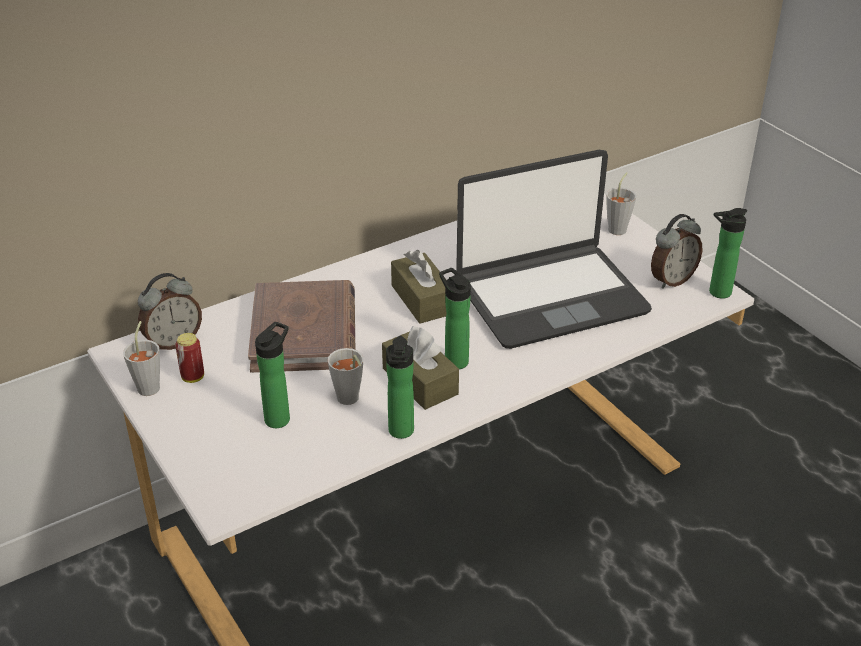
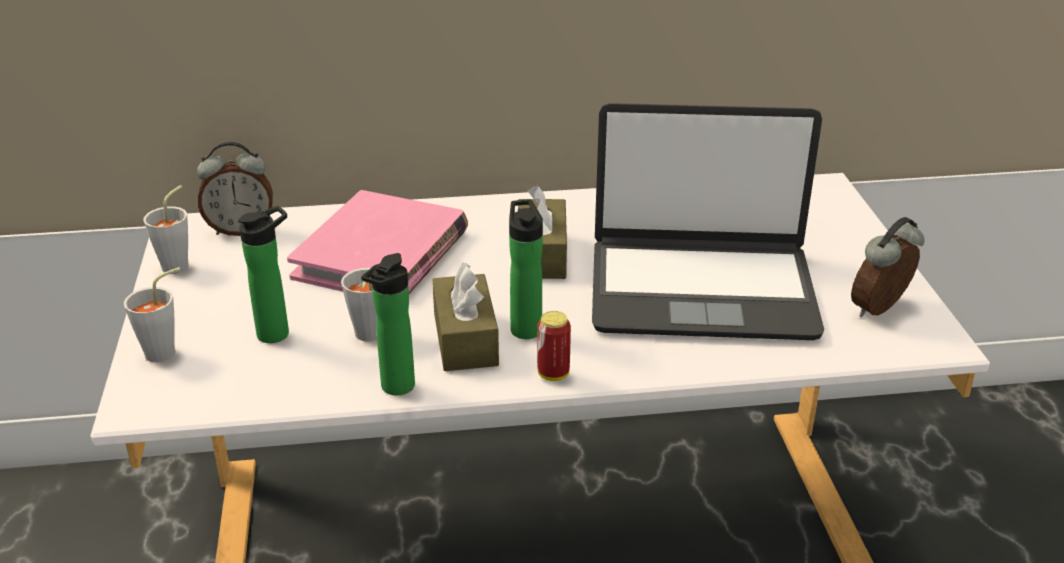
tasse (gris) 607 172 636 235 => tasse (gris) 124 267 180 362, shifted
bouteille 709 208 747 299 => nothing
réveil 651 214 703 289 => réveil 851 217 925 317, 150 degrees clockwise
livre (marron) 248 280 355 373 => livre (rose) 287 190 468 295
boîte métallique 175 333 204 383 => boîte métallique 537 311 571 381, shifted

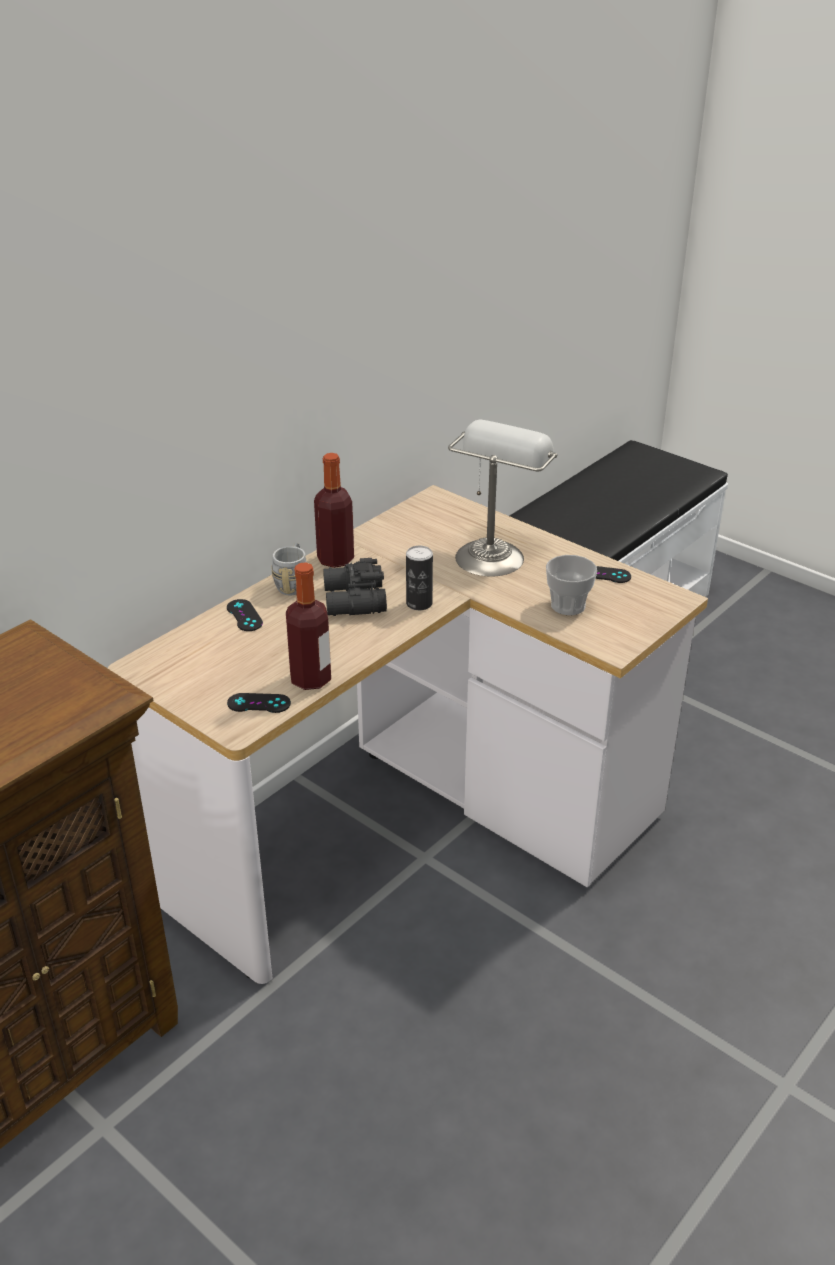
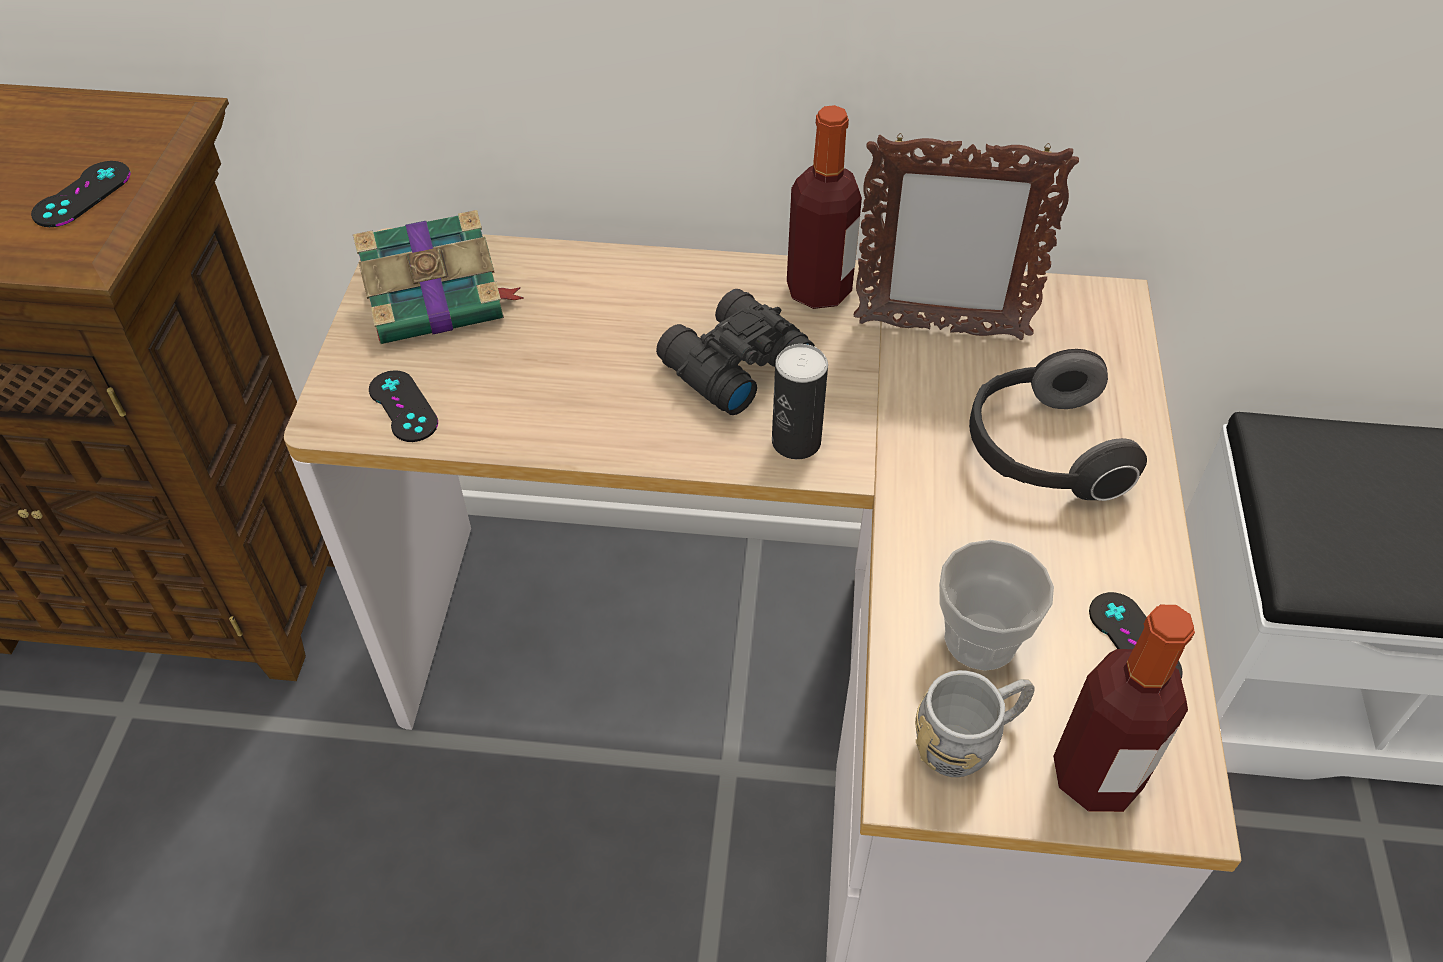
lampe de table (blanc) 448 419 557 577 => casque audio 969 349 1147 501
mug (gris) 271 543 307 595 => mug (gris) 915 670 1034 777, shifted
bouteille 286 562 331 690 => bouteille 1053 605 1195 812, shifted
manette (noir) 227 599 263 631 => manette (noir) 31 161 131 227, shifted
nothing => cadre photo 854 133 1079 340
nothing => livre 353 210 524 344

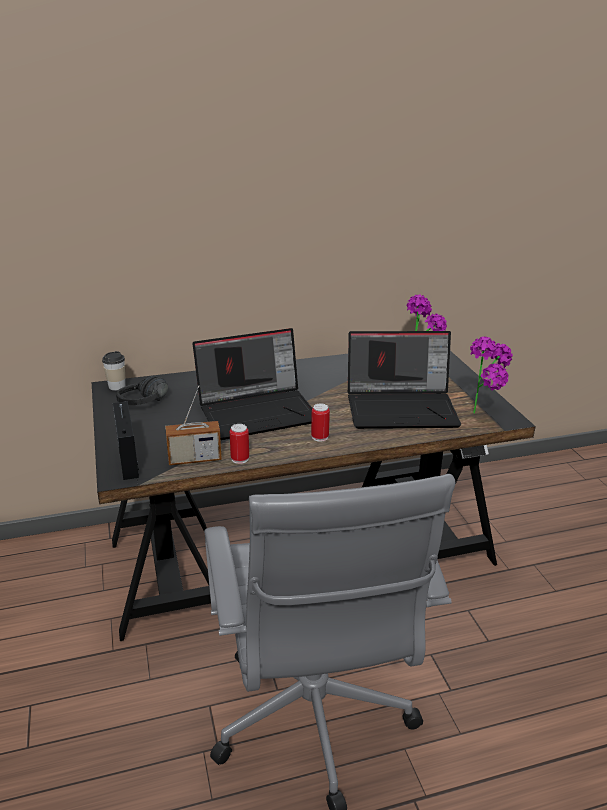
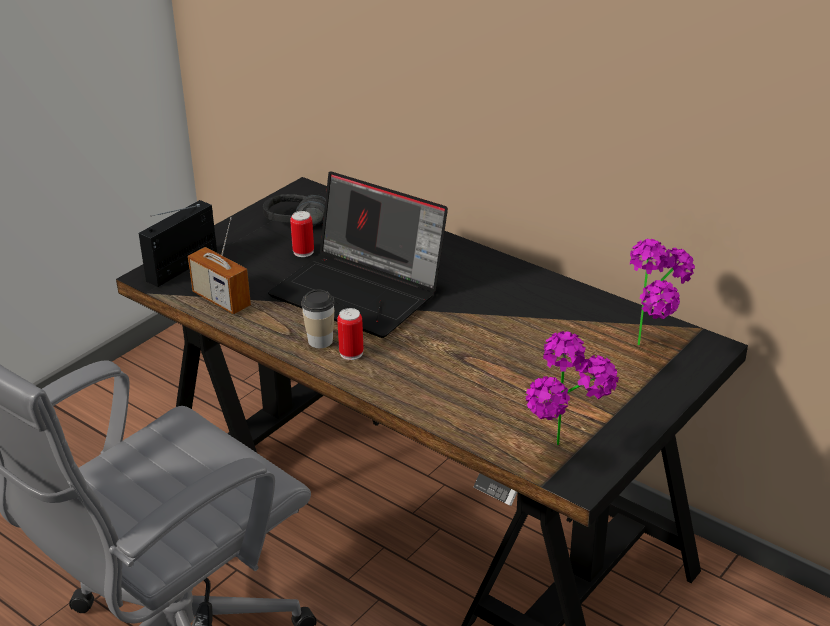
ordinateur portable 348 331 461 429 => nothing
tasse 102 351 125 391 => tasse 301 290 335 348, shifted
boîte métallique 230 424 249 464 => boîte métallique 290 211 314 257, shifted

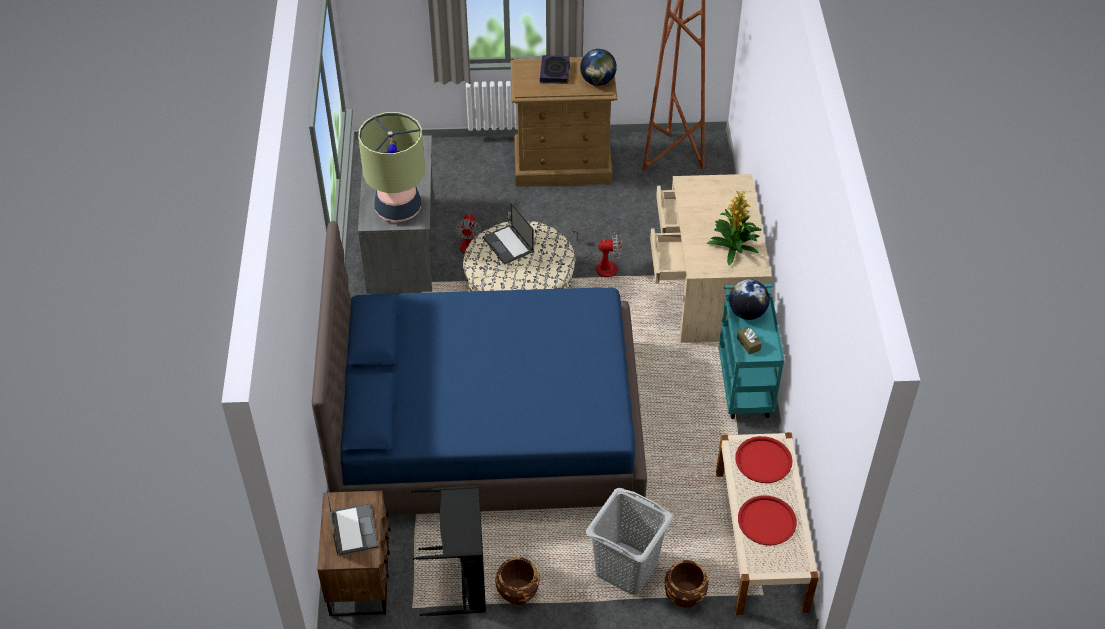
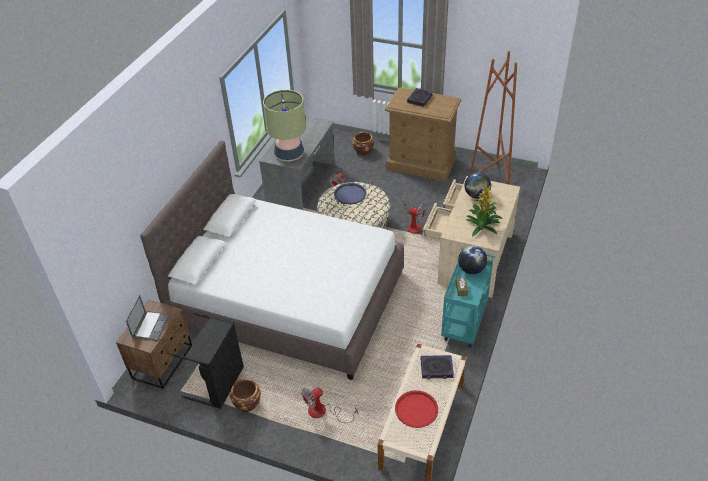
globe 580 49 617 86 => globe 464 172 491 199, shifted
ordinateur portable 483 203 534 265 => plateau (bleu) 334 183 366 204
lit (bleu) 312 221 647 515 => lit (blanc) 140 140 404 380
plateau (rouge) 735 436 792 483 => livre 421 355 454 379
panier à linge (gris) 586 488 673 595 => ventilateur 301 387 358 423
cache-pot (marron) 665 560 709 608 => cache-pot (marron) 352 132 374 156, shifted

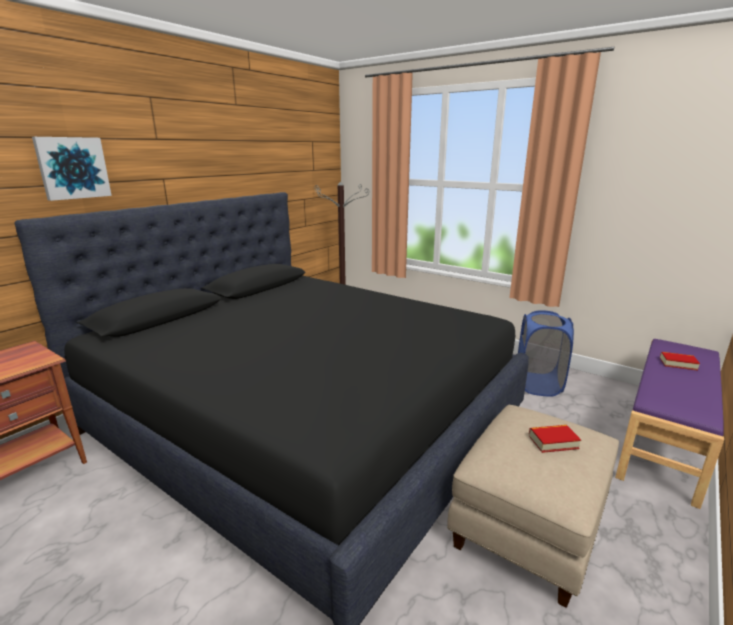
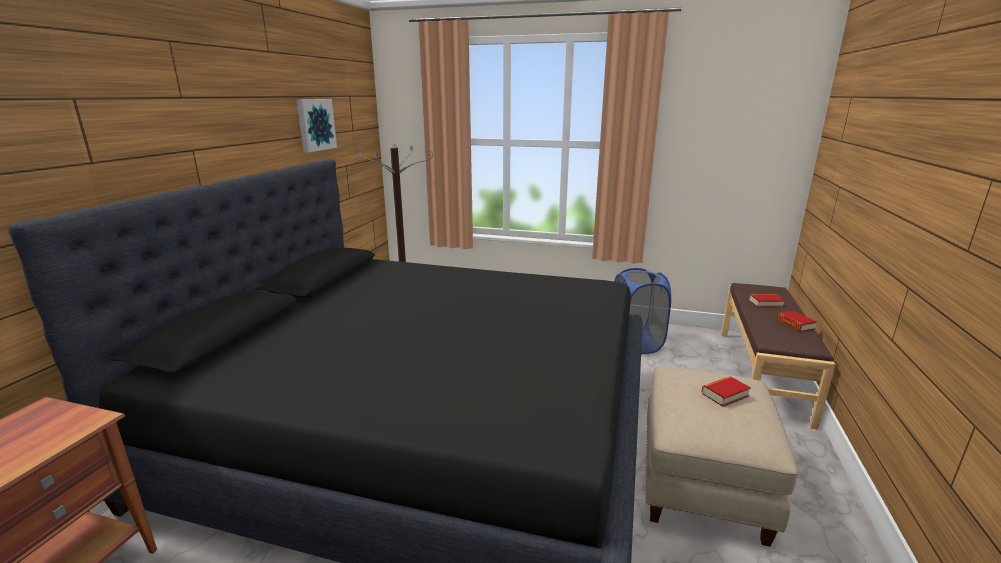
tableau 32 137 112 201 => tableau 297 99 337 152, shifted
banc (violet) 615 339 724 509 => banc (marron) 721 283 836 430
nothing => livre 777 311 817 331

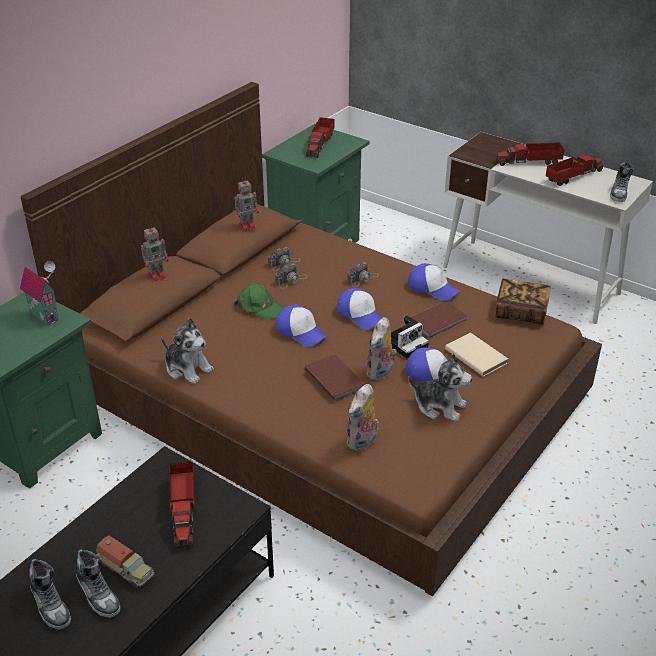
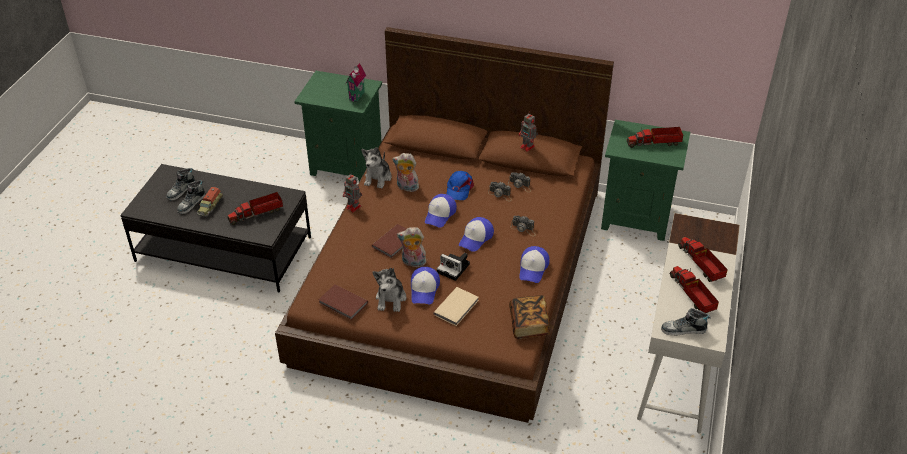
camion jouet 546 151 603 186 => camion jouet 670 266 719 313, 150 degrees counterclockwise
robot jouet 141 224 168 281 => robot jouet 343 174 362 212, shifted
casquette (vert) 234 283 284 320 => casquette (bleu) 447 171 474 200
livre (marron) 410 301 467 339 => livre (marron) 318 284 368 320, shifted
peluche 346 384 379 452 => peluche 392 153 419 192, shifted

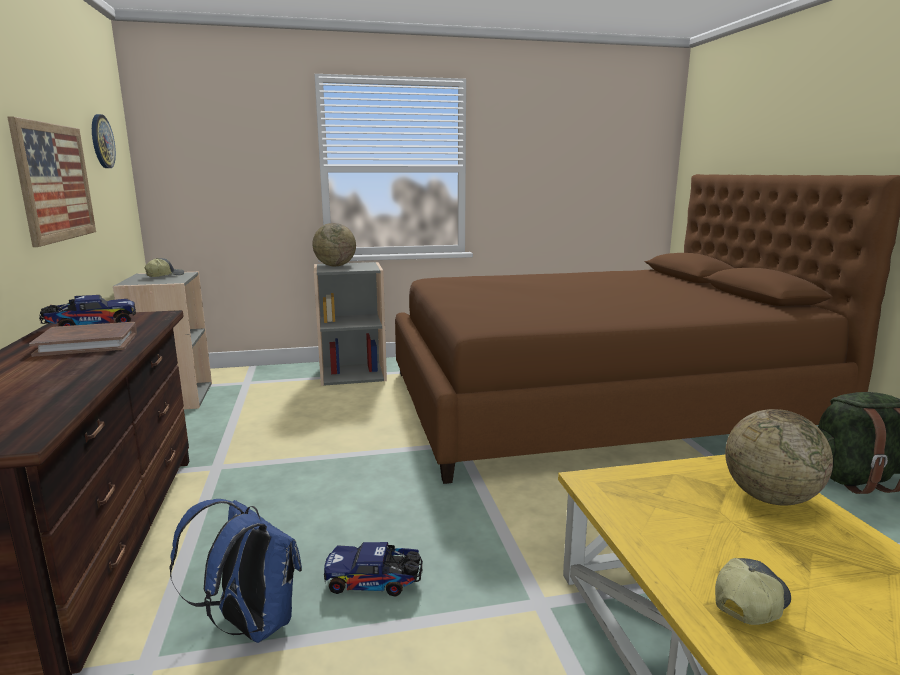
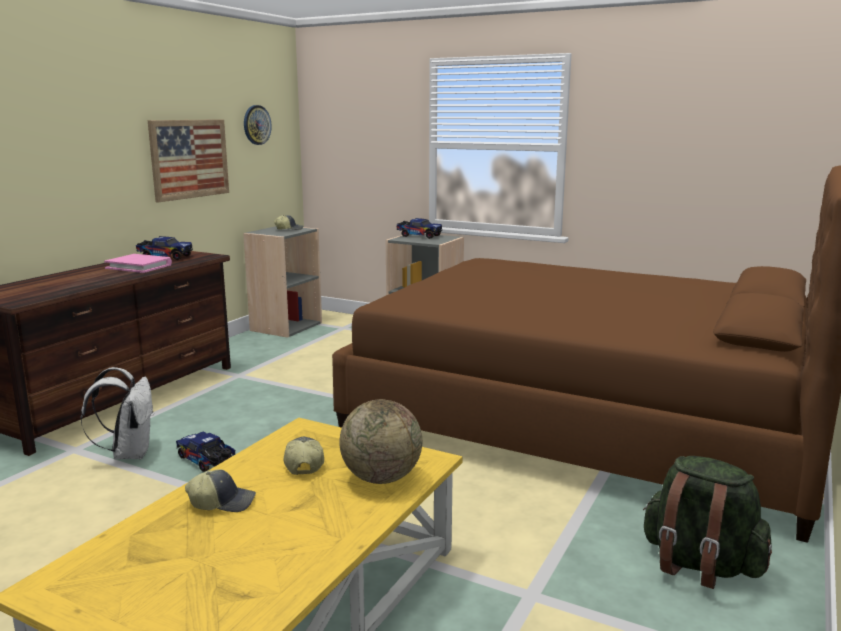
globe 312 223 356 266 => camion jouet 397 218 442 239
livre (marron) 29 322 137 357 => livre (rose) 104 254 172 273
sac à dos (bleu) 169 499 302 643 => sac à dos (blanc) 81 367 154 459
nothing => casquette 283 437 324 475

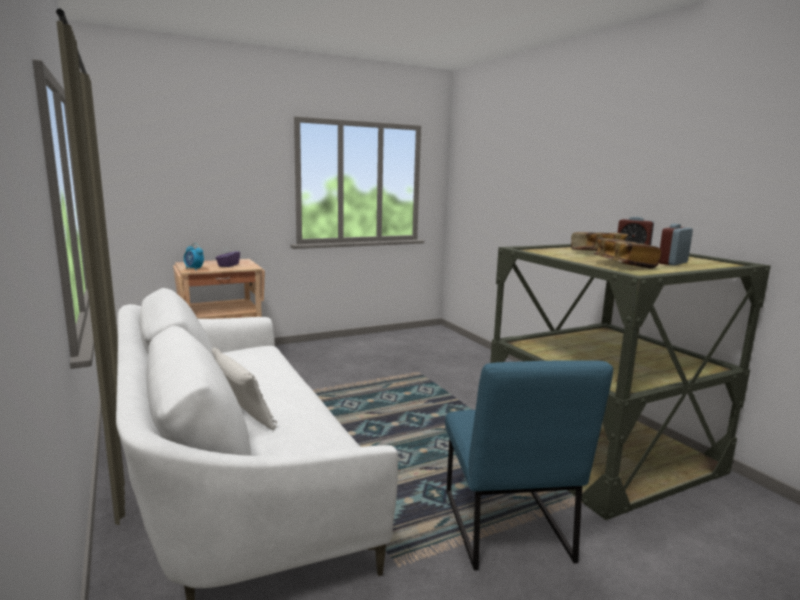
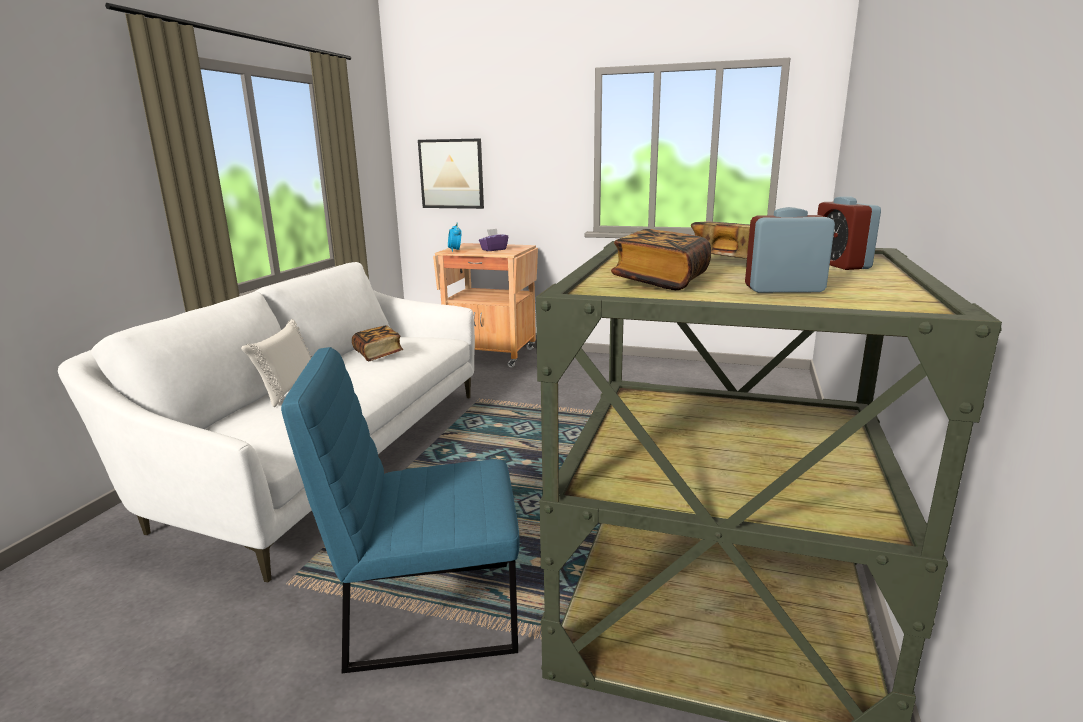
chaise (bleu) 445 360 613 571 => chaise (bleu) 281 347 520 673, 45 degrees clockwise
nothing => tableau 418 139 484 209
nothing => livre 352 326 403 361

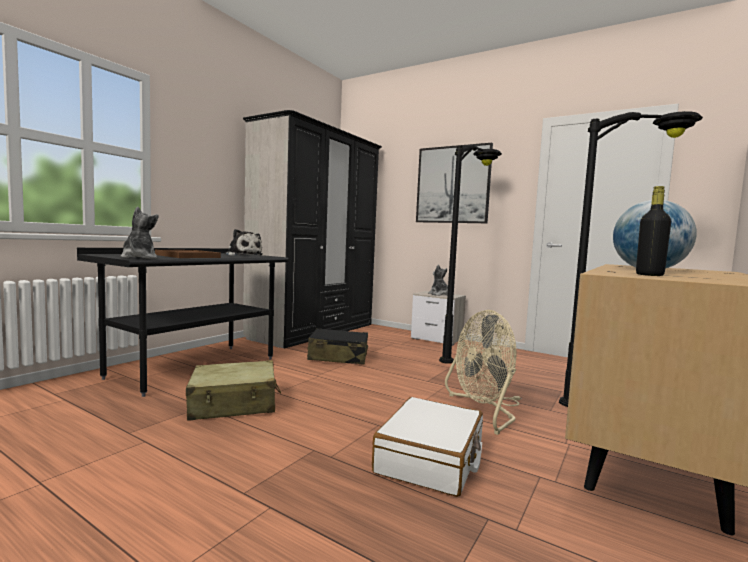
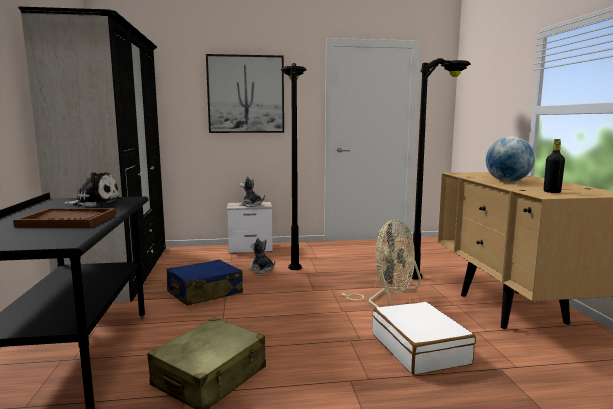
peluche 121 207 159 259 => peluche 249 238 275 274, shifted
ventilateur (beige) 445 310 522 435 => ventilateur (beige) 340 219 421 307, 90 degrees counterclockwise
valise (noir) 307 328 368 364 => valise (bleu) 167 260 243 306

